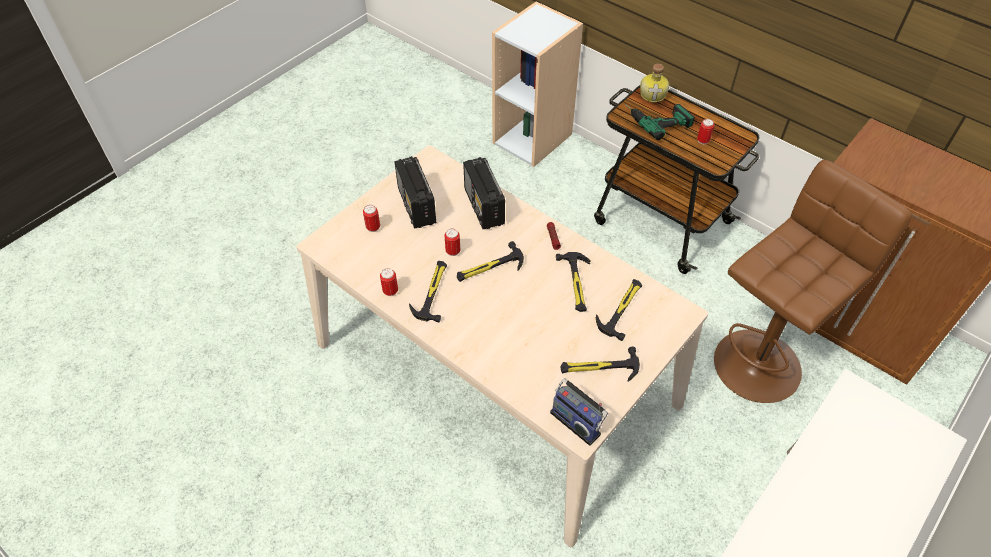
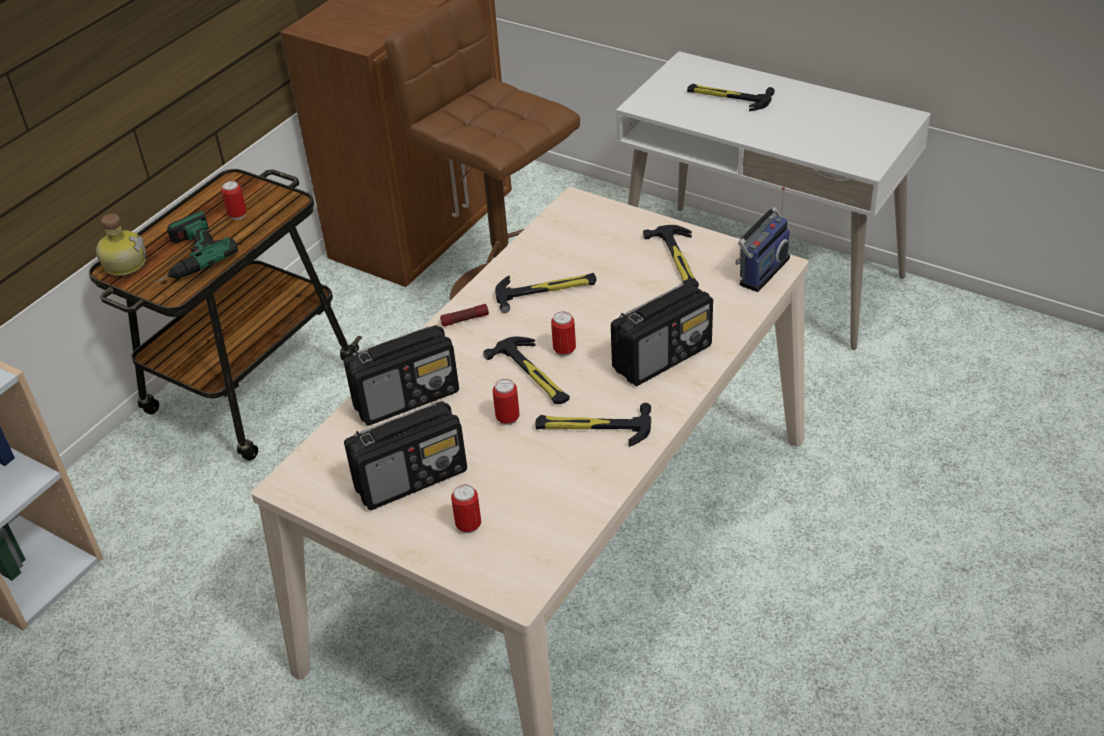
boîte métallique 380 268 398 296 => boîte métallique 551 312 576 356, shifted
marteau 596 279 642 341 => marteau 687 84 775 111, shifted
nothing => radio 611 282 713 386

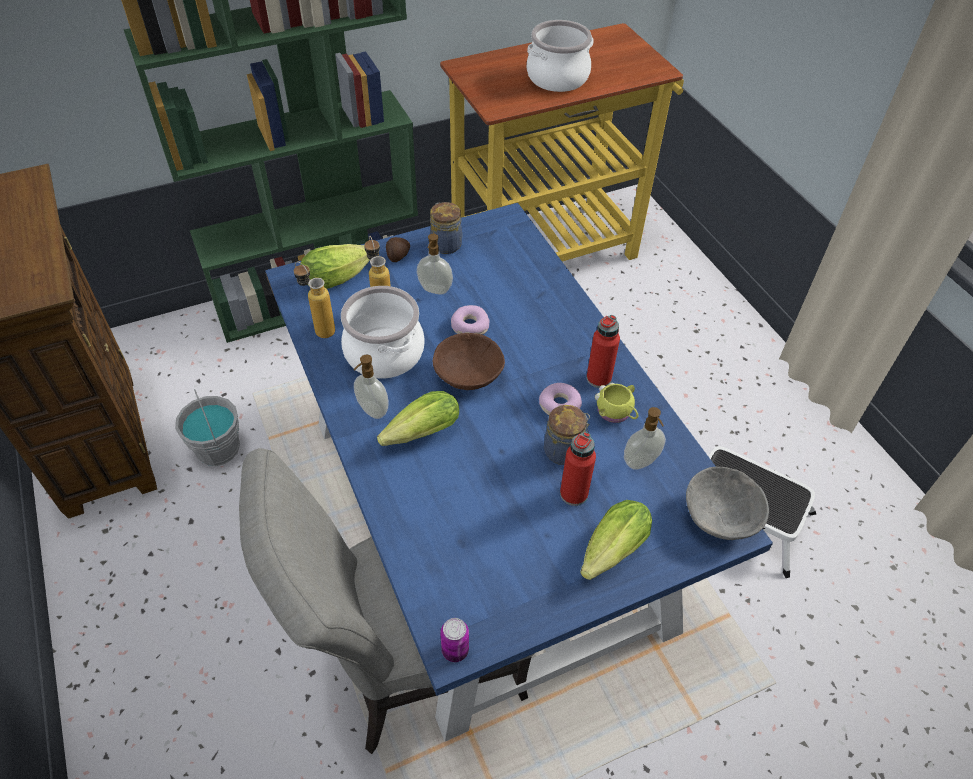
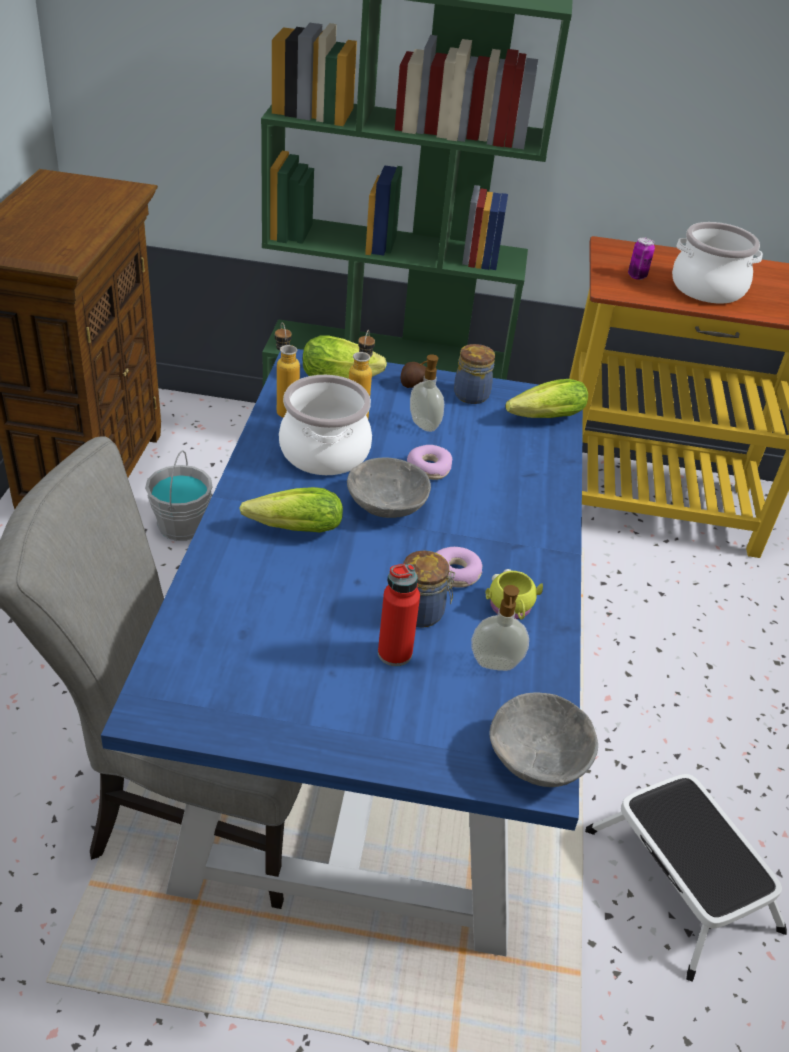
bouteille (rouge) 586 315 620 388 => nothing
bol (marron) 433 333 505 390 => bol (gris) 347 457 431 518
distributeur de savon 354 354 388 419 => nothing
laitue 580 500 652 580 => laitue 506 379 588 418, shifted
boîte métallique 440 618 469 662 => boîte métallique 628 237 655 280, shifted

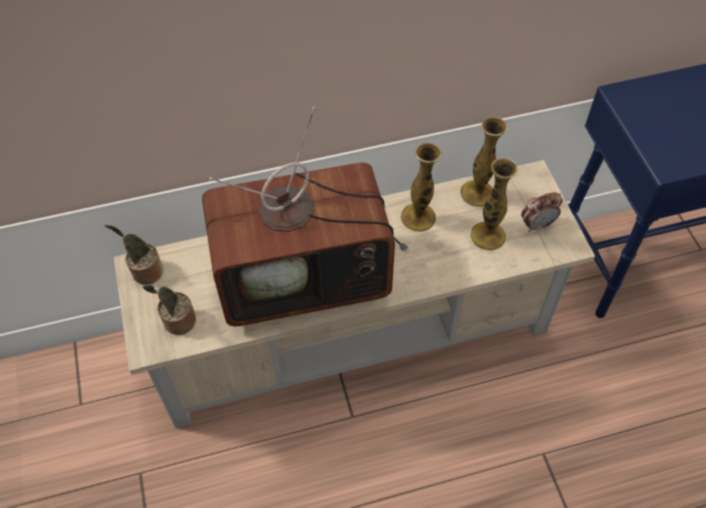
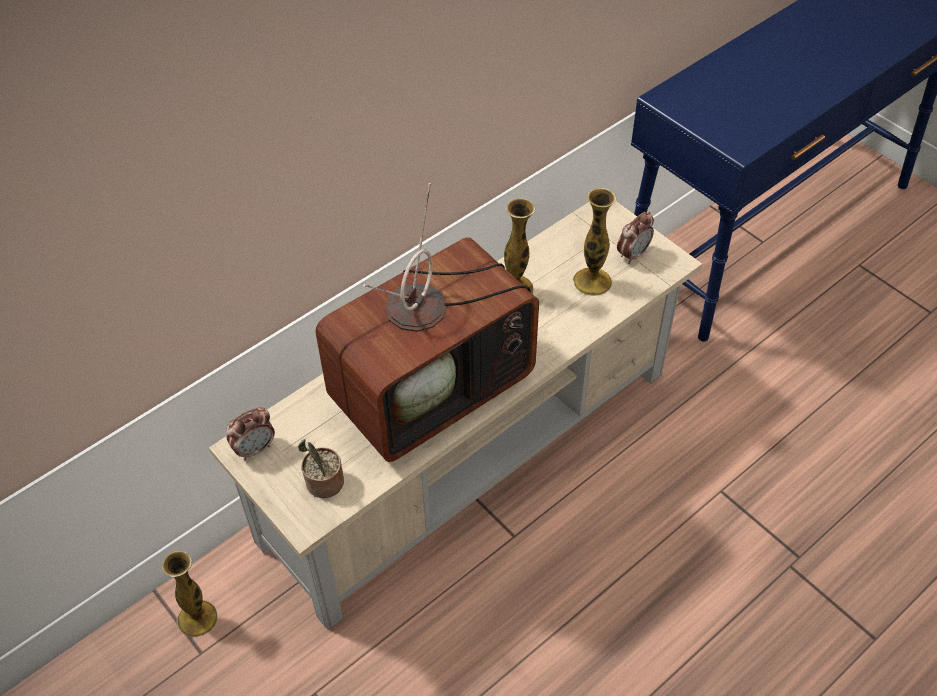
vase 460 117 508 207 => vase 162 550 218 637, shifted
plante en pot 104 225 163 285 => réveil 226 407 275 460

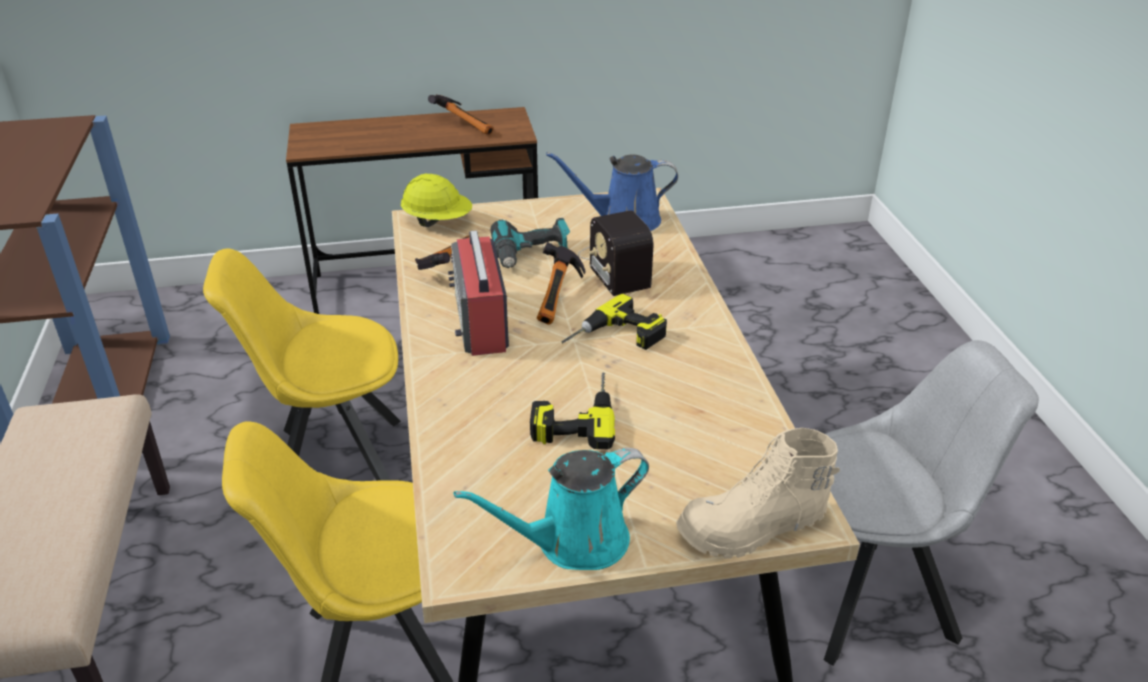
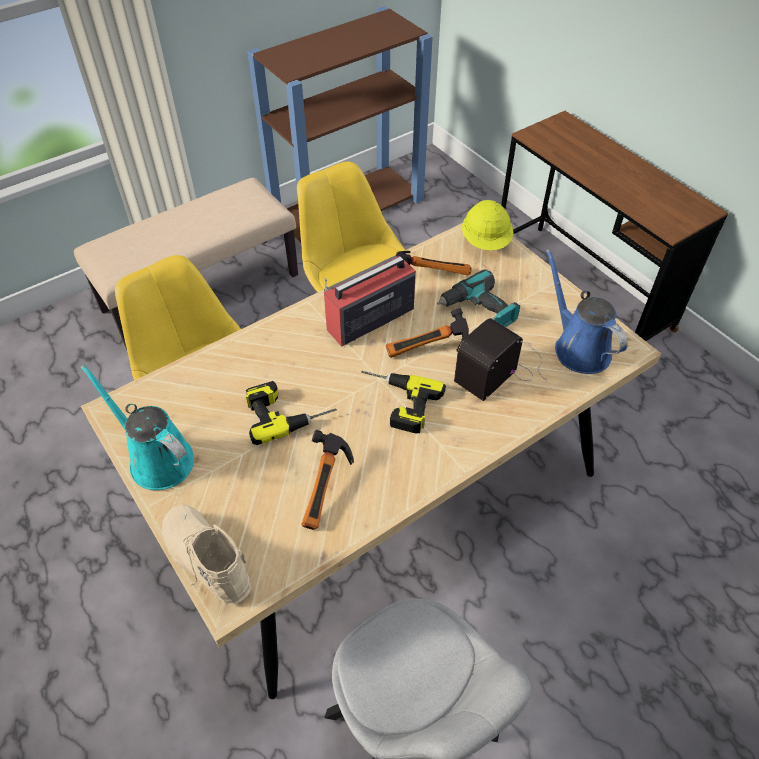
marteau 428 95 494 134 => marteau 301 430 354 530, shifted

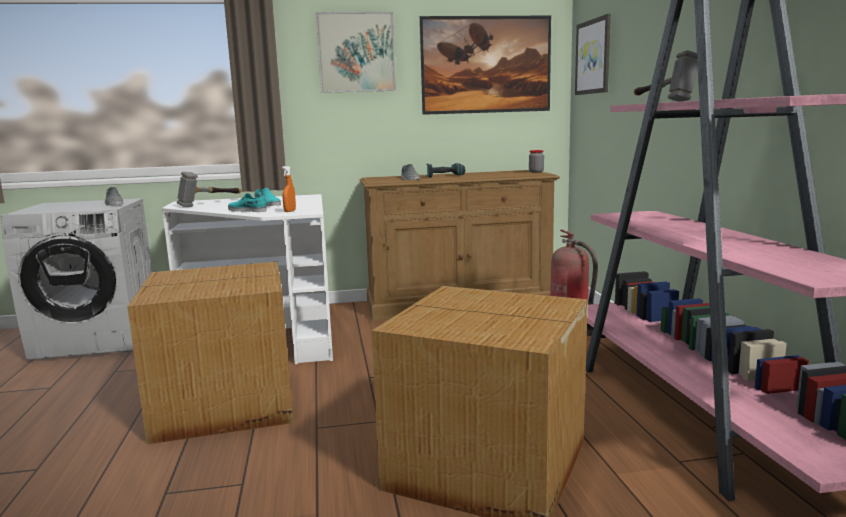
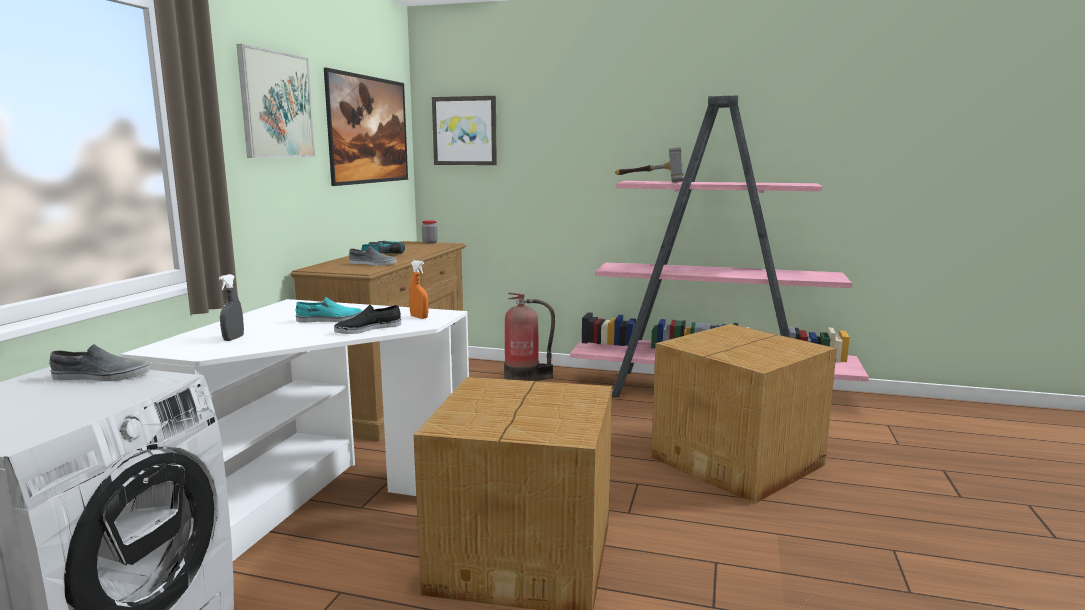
marteau 177 172 241 207 => vaporisateur (gris) 219 274 244 341
chaussure (turquoise) 228 193 267 212 => chaussure (noir) 334 305 401 334

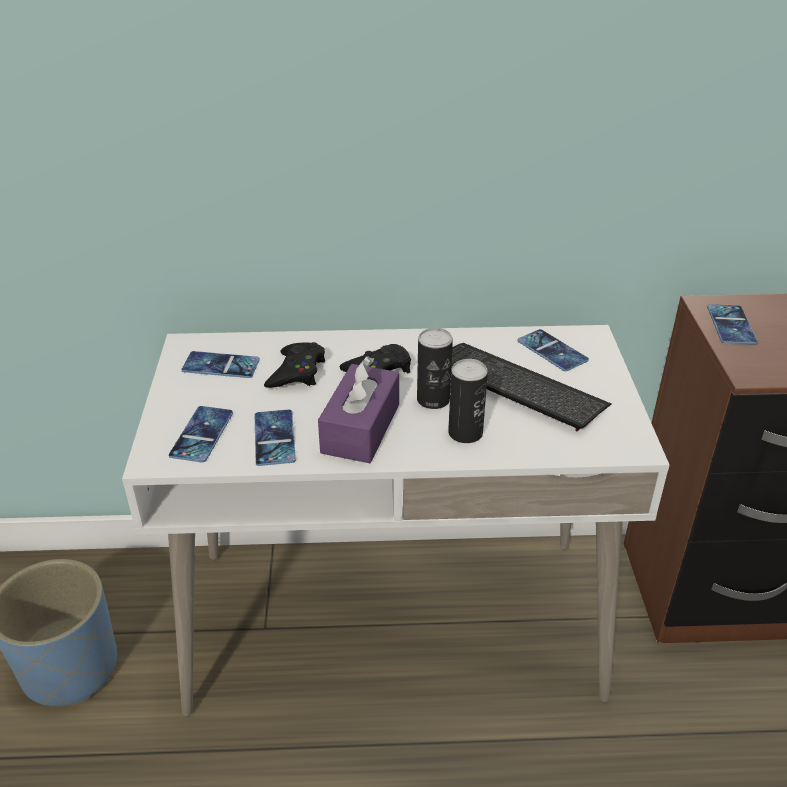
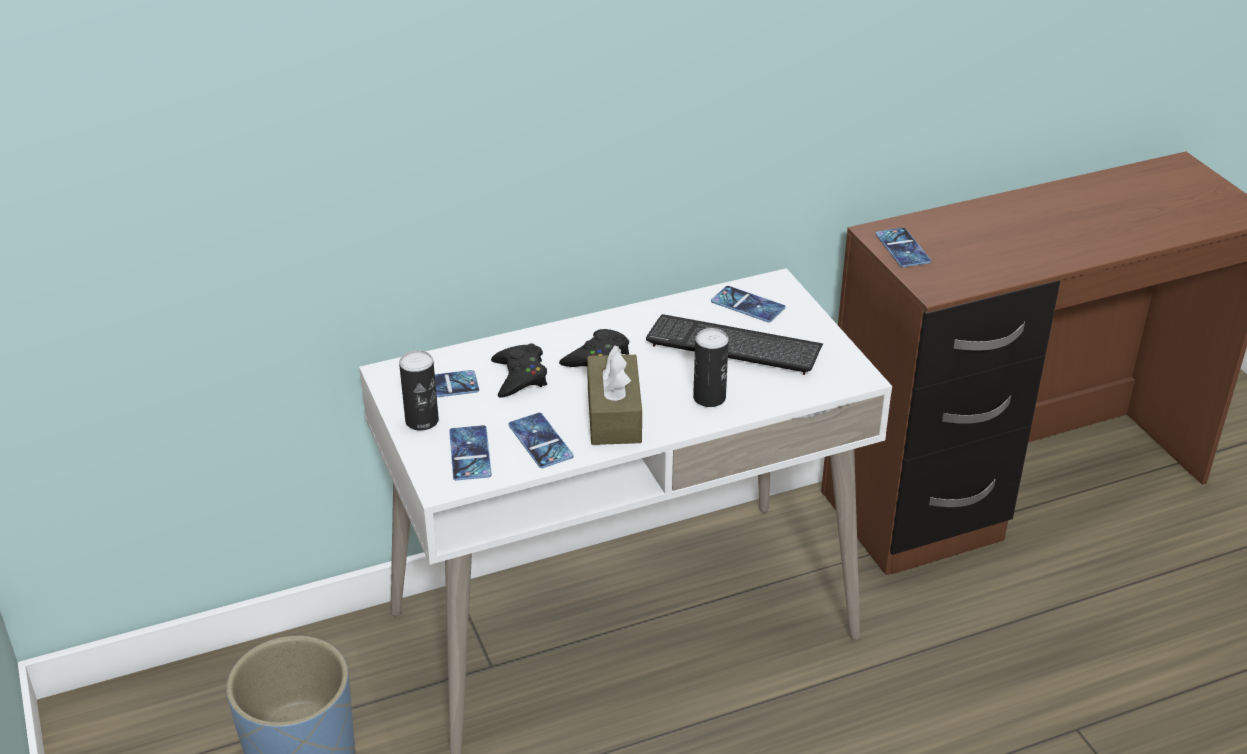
boîte métallique 417 328 453 409 => boîte métallique 399 350 439 431, shifted
boîte à mouchoirs (violet) 318 356 399 463 => boîte à mouchoirs (marron) 587 345 642 445

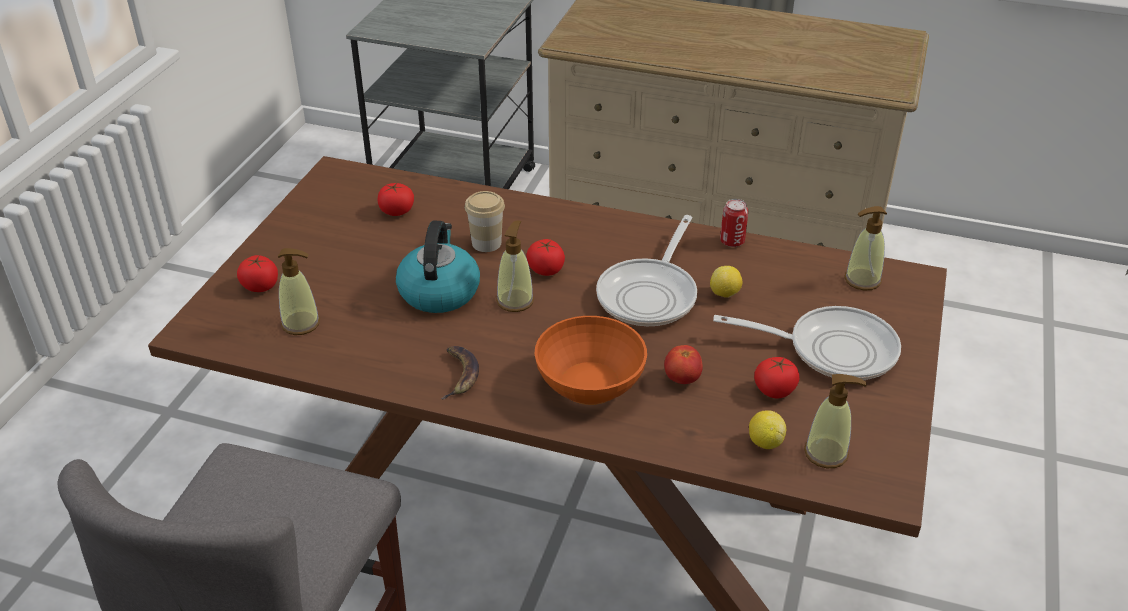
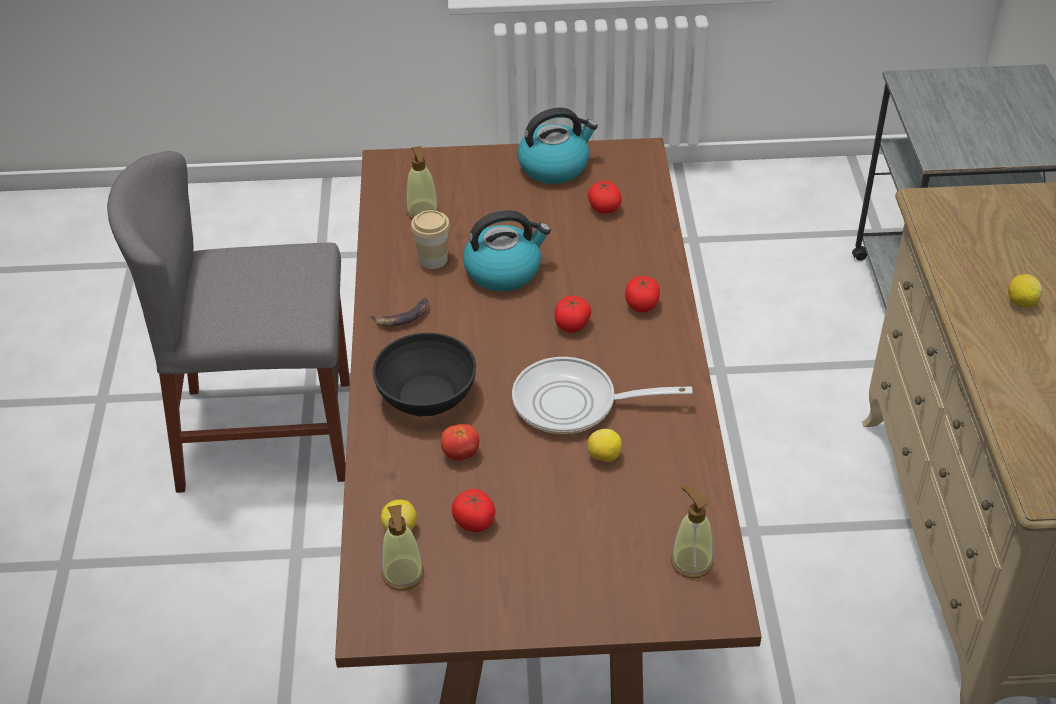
tasse 465 191 505 252 => tasse 411 210 450 269, shifted
boîte métallique 720 199 748 247 => nothing
distributeur de savon 496 220 534 312 => nothing
tomate 237 255 278 292 => tomate 625 276 660 312, shifted
poêle 713 306 901 380 => nothing
bol (orange) 535 316 647 405 => bol (noir) 372 333 476 417
nothing => bouilloire 517 108 598 184
nothing => citron 1008 274 1042 308

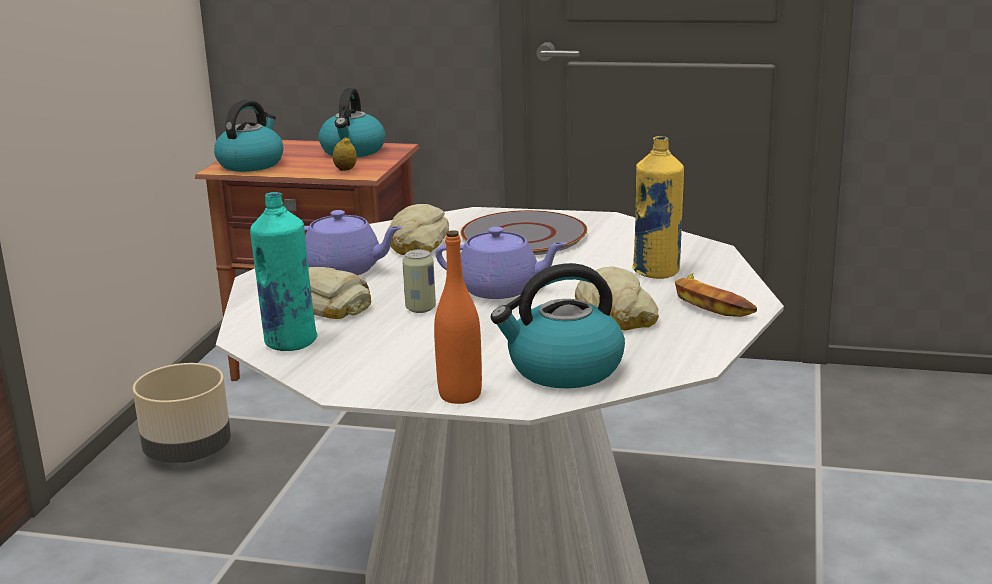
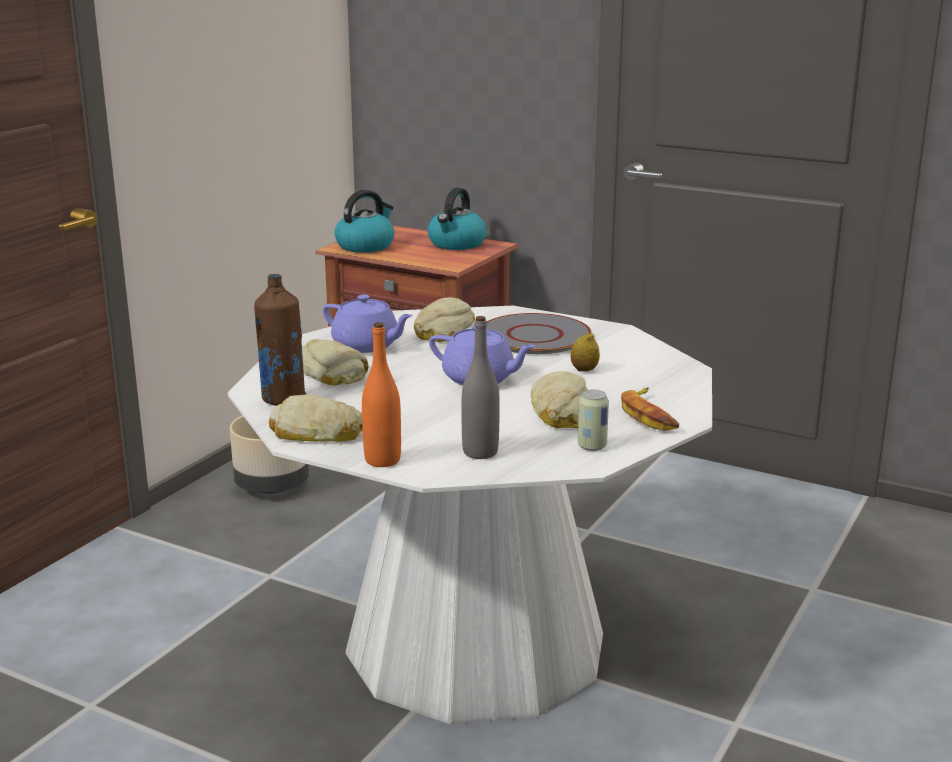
bouteille (jaune) 632 136 684 279 => nothing
citron 333 137 357 171 => citron 571 332 600 372, shifted
bouteille (turquoise) 250 192 318 351 => bouteille (marron) 254 274 306 406
boîte métallique 402 249 436 313 => boîte métallique 578 390 609 451, shifted
bouilloire 491 263 625 388 => bouteille (gris) 461 316 500 459
nothing => pain 269 395 363 442

